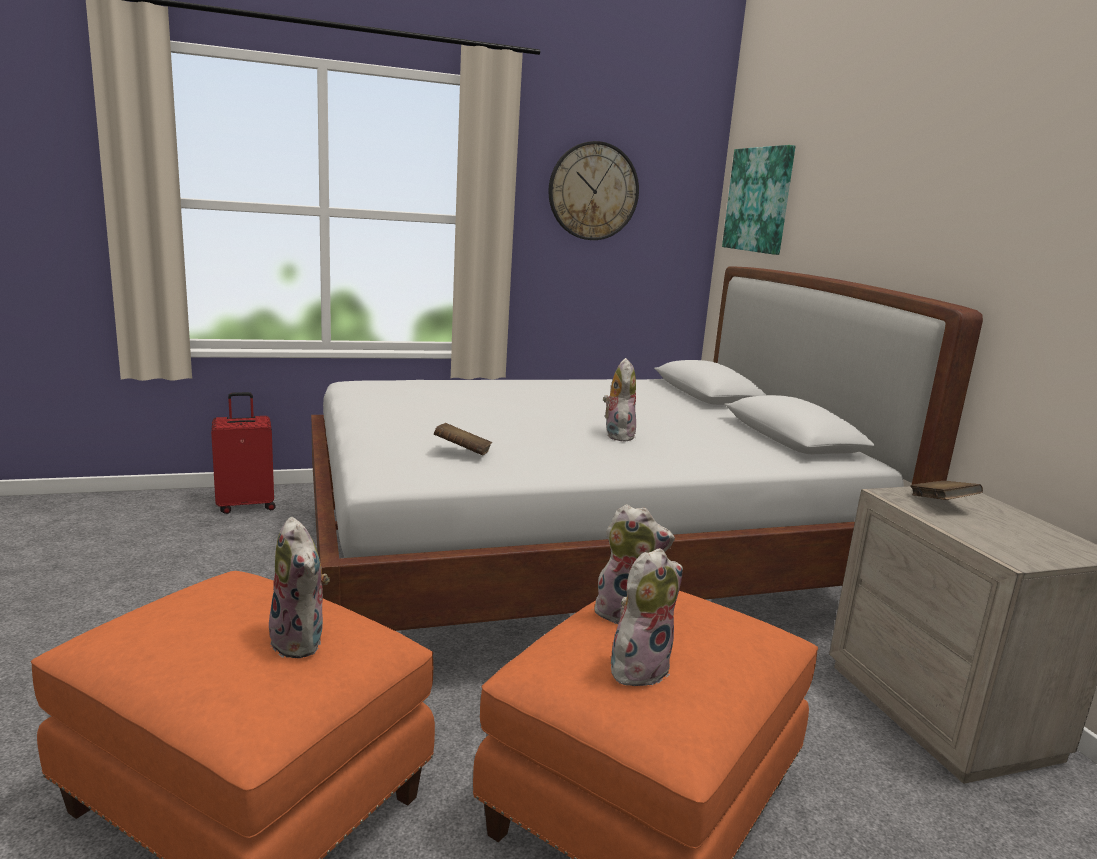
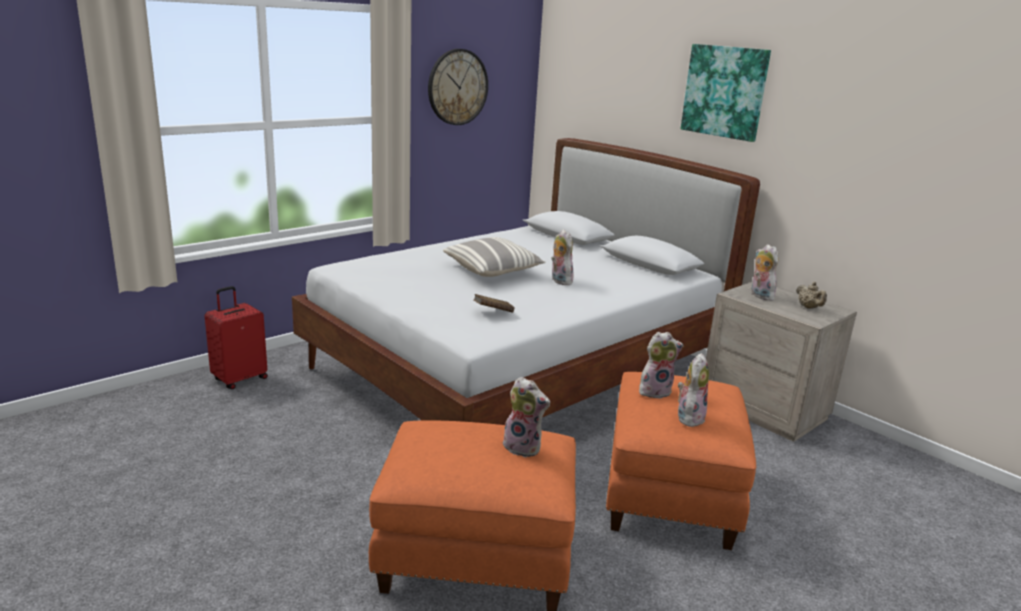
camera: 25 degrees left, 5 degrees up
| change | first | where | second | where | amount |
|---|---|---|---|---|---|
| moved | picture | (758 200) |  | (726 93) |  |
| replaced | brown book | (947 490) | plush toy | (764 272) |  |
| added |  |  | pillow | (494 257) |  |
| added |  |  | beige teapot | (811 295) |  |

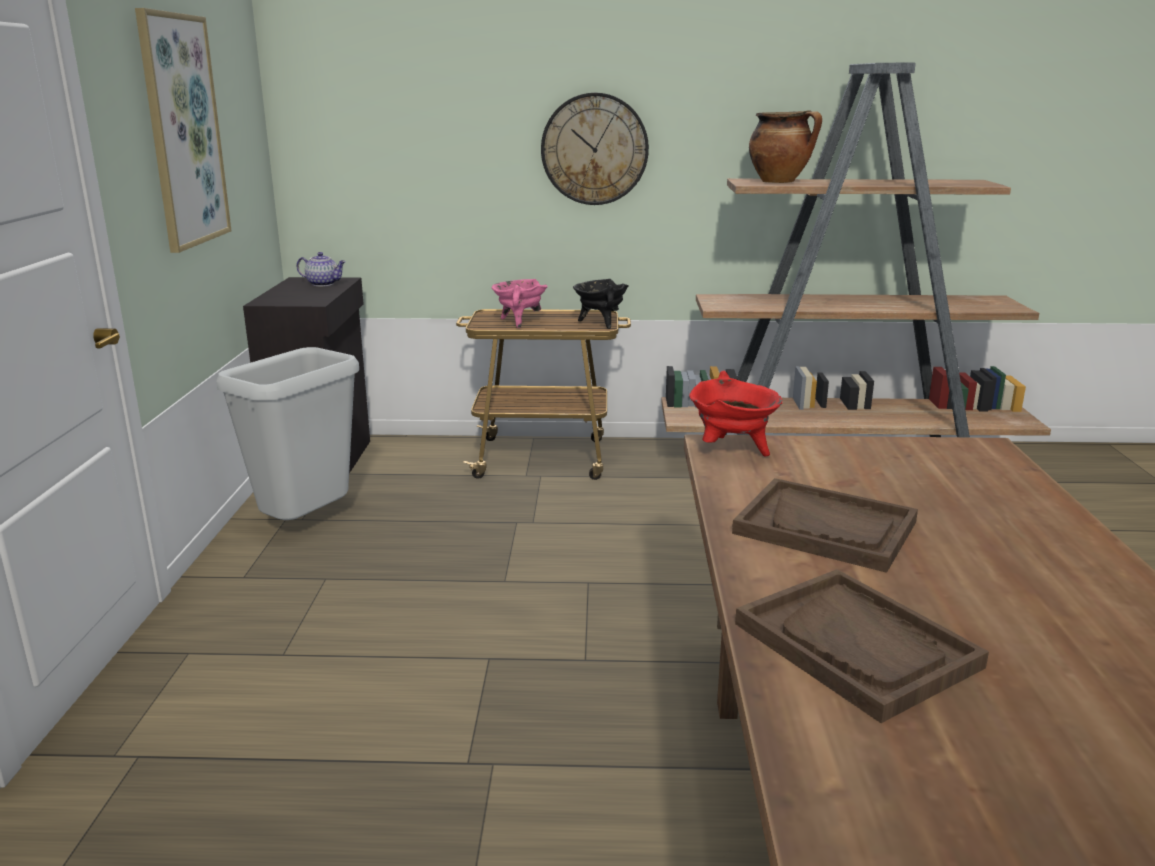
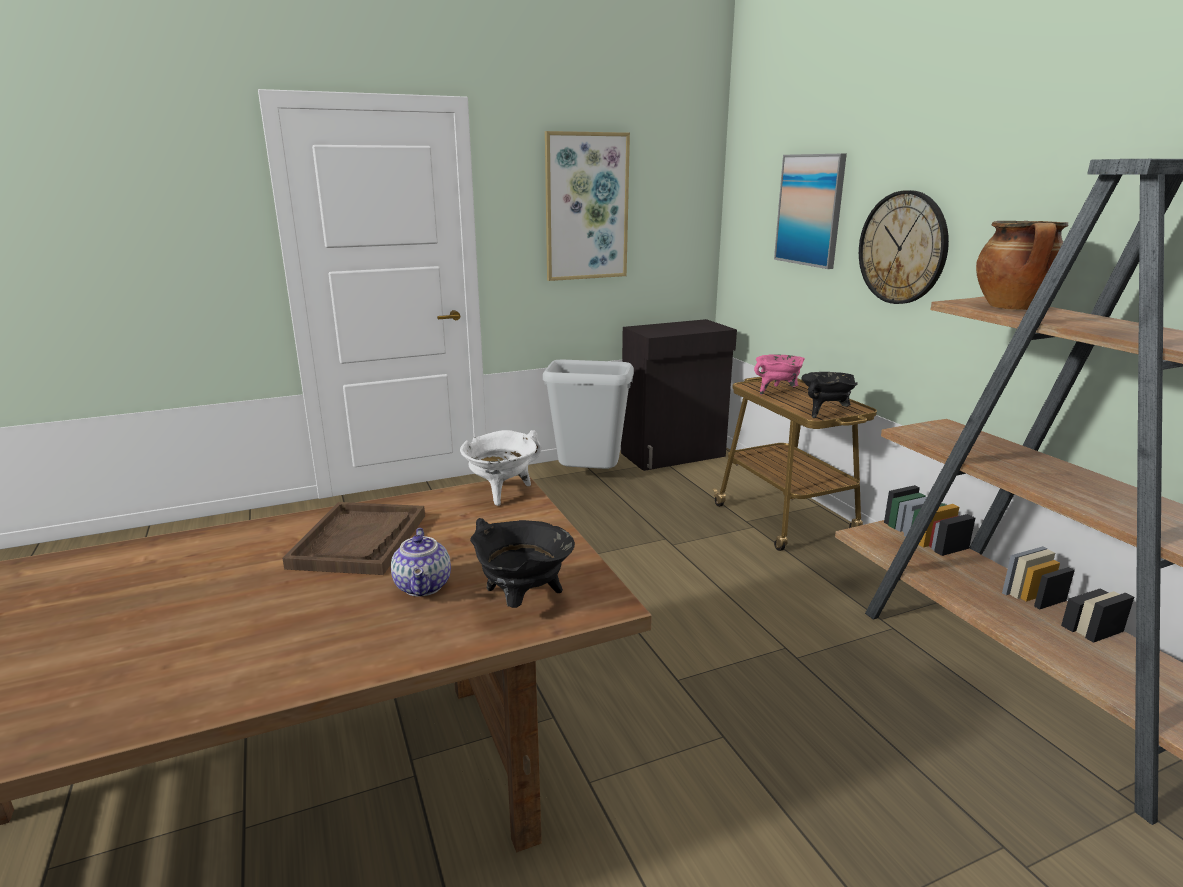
camera: 65 degrees right, 0 degrees up
| change | first | where | second | where | amount |
|---|---|---|---|---|---|
| moved | teapot | (321 269) |  | (421 562) |  |
| recoloured | red cooking pot | (735 413) | white cooking pot | (500 468) |  |
| removed | brown tray | (862 646) |  |  |  |
| added |  |  | black cooking pot | (522 563) |  |
| added |  |  | picture | (810 211) |  |

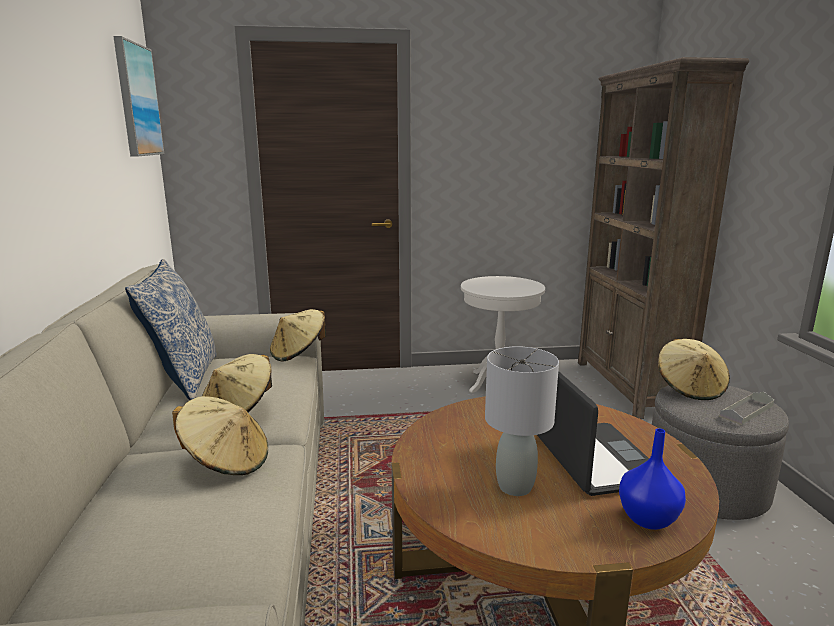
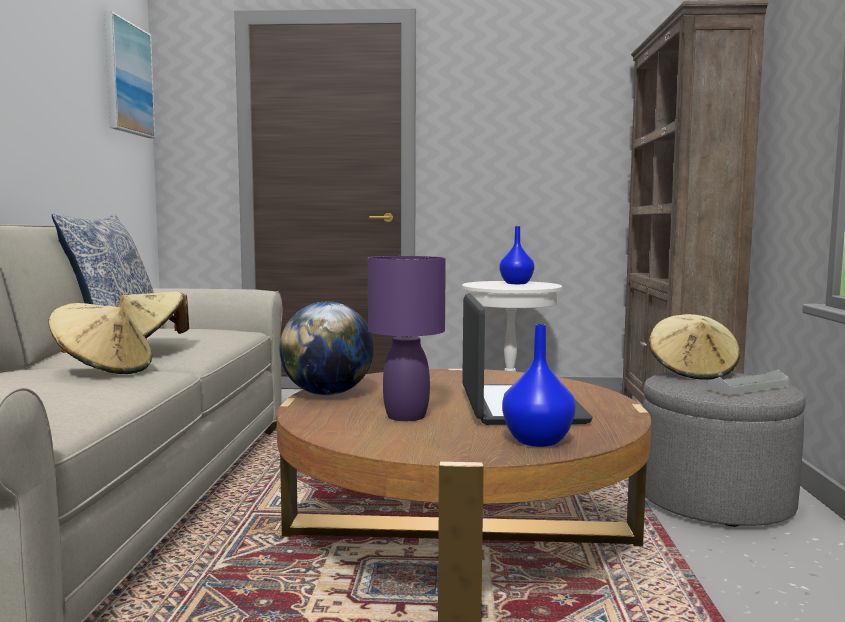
camera: 10 degrees right, 10 degrees down
| change | first | where | second | where | amount |
|---|---|---|---|---|---|
| removed | beige hat | (298 335) |  |  |  |
| recoloured | grey table lamp | (522 421) | purple table lamp | (407 338) |  |
| added |  |  | globe | (326 348) |  |
| added |  |  | blue vase | (517 255) |  |

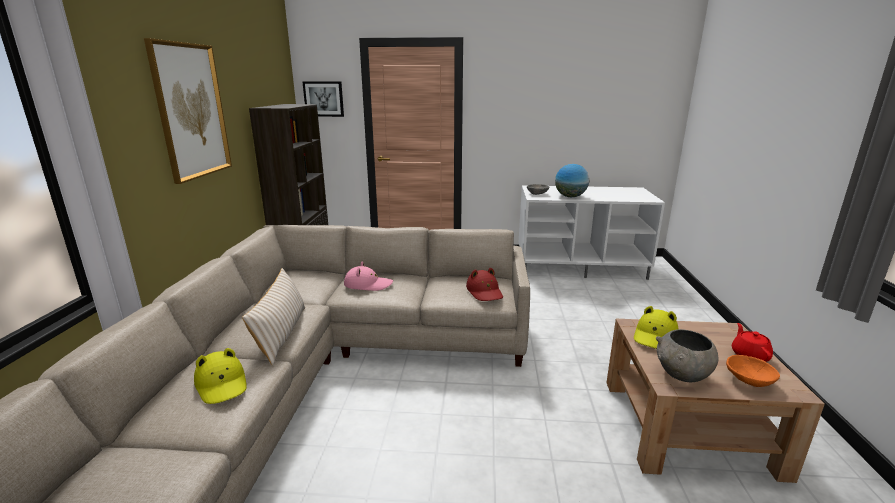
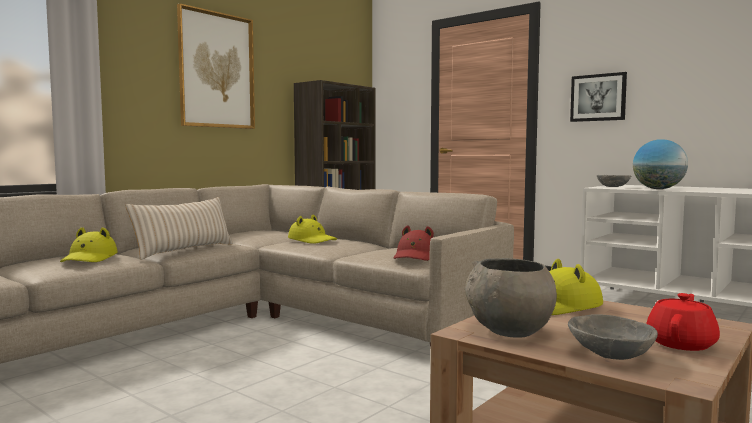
camera: 35 degrees right, 15 degrees down
| change | first | where | second | where | amount |
|---|---|---|---|---|---|
| moved | picture | (323 99) |  | (598 97) |  |
| recoloured | pink hat | (368 276) | yellow hat | (312 229) |  |
| recoloured | orange bowl | (753 371) | grey bowl | (613 337) |  |

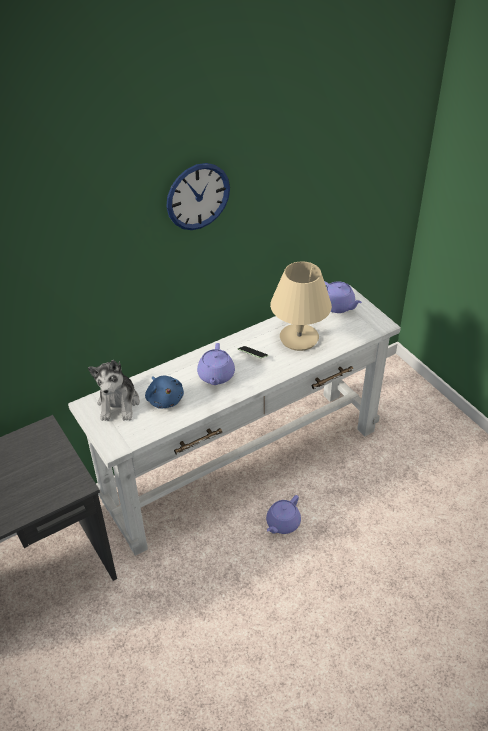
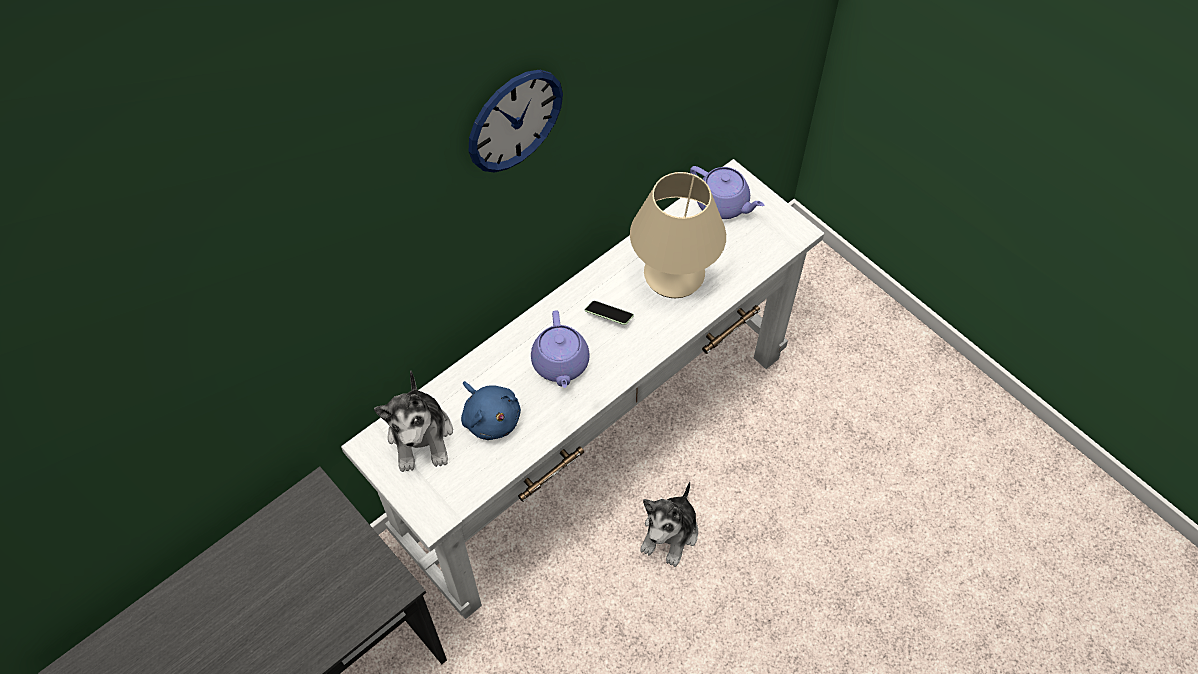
camera: 10 degrees left, 15 degrees up
| change | first | where | second | where | amount |
|---|---|---|---|---|---|
| replaced | purple teapot | (283 514) | plush toy | (669 524) |  |

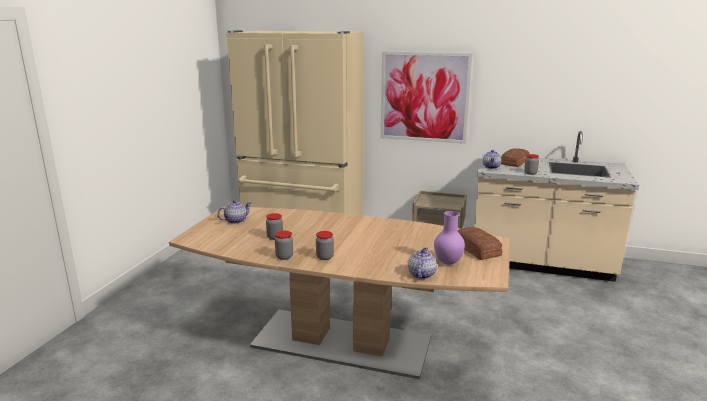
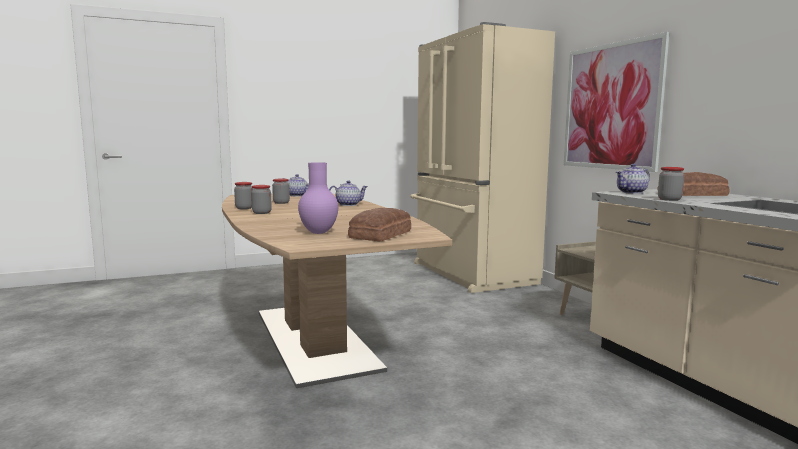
camera: 50 degrees right, 10 degrees down
| change | first | where | second | where | amount |
|---|---|---|---|---|---|
| moved | teapot | (422 263) |  | (348 193) |  |

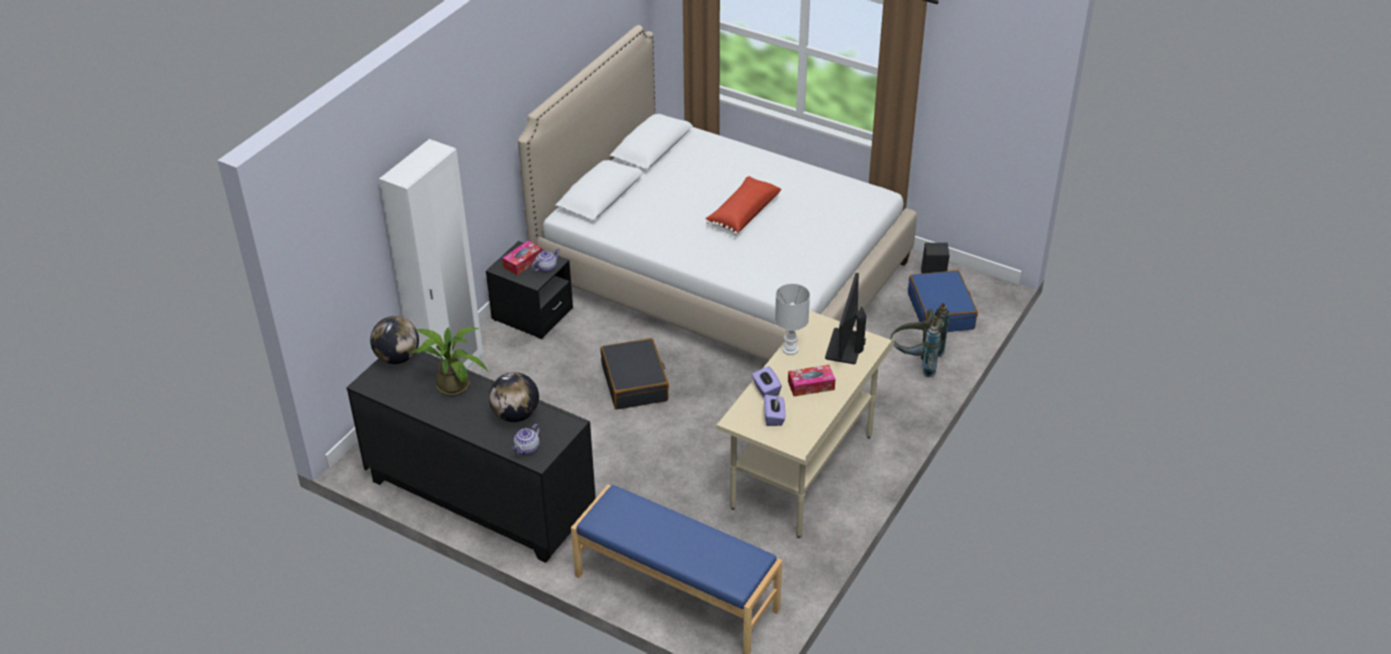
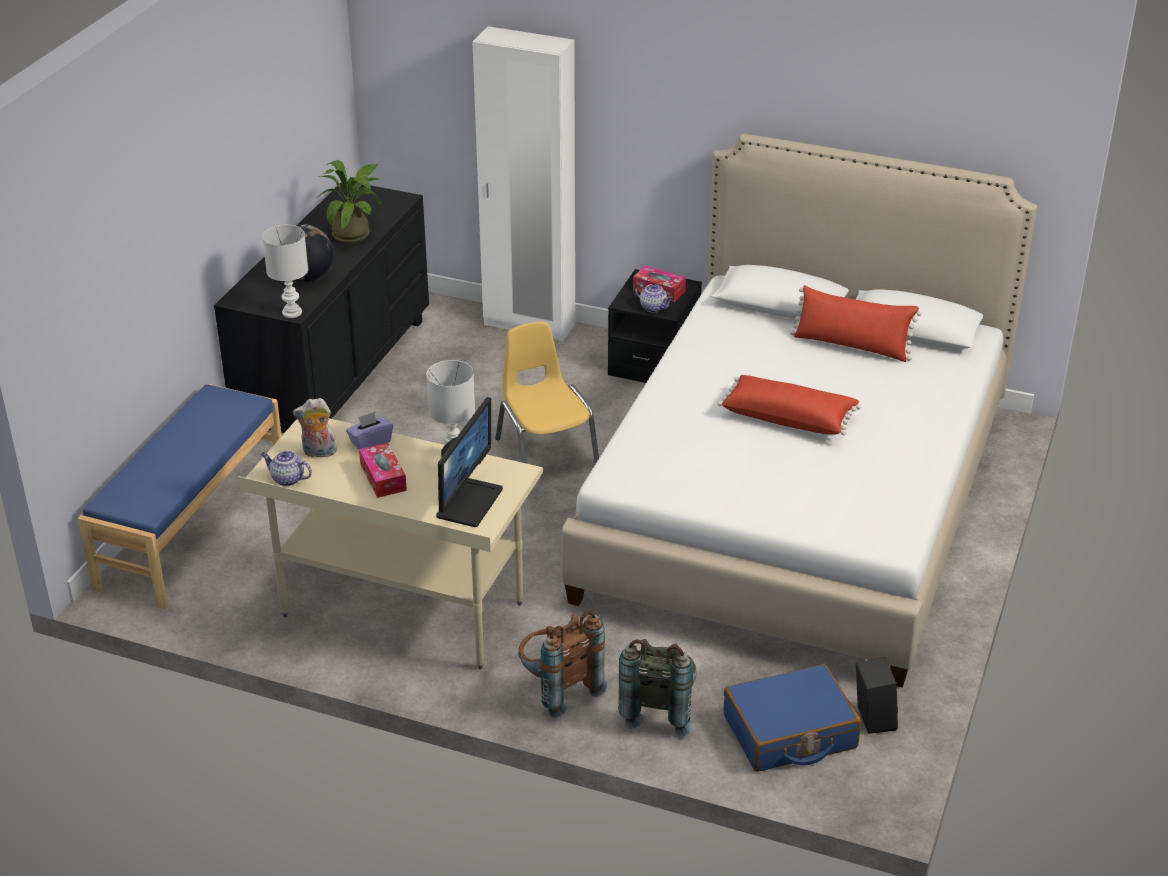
camera: 80 degrees right, 5 degrees down
| change | first | where | second | where | amount |
|---|---|---|---|---|---|
| removed | globe | (394 340) |  |  |  |
| moved | teapot | (526 439) |  | (286 468) |  |
| replaced | black suitcase | (634 374) | yellow chair | (547 393) |  |
| replaced | purple tissue box | (774 410) | plush toy | (315 427) |  |
| turned | monitor | (845 318) |  | (469 462) | 105 degrees clockwise |
| added |  |  | white table lamp | (285 271) |  |
| added |  |  | brown backpack | (562 664) |  |
| added |  |  | red pillow | (856 323) |  |

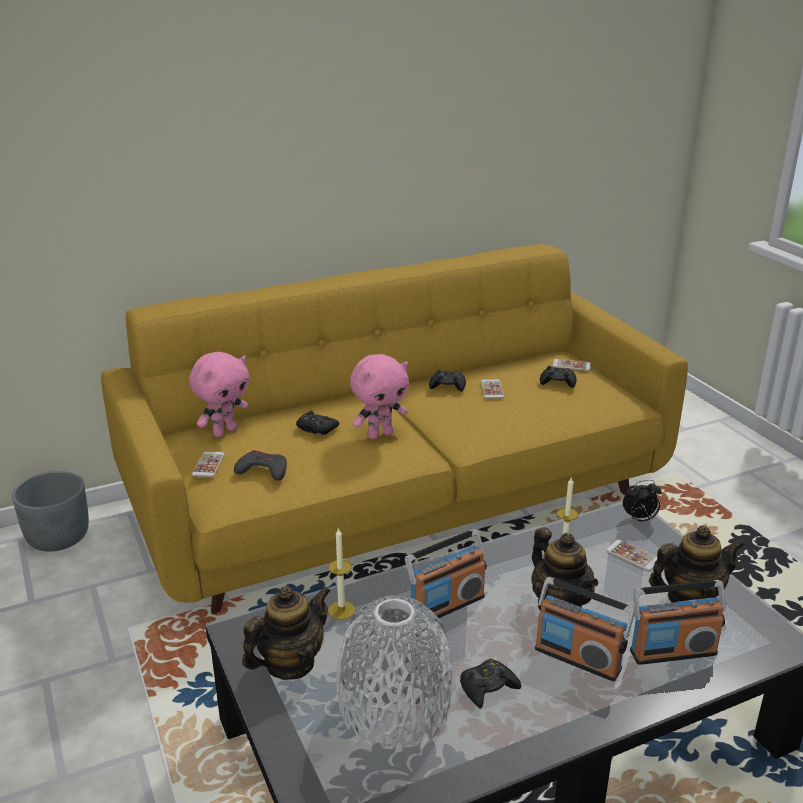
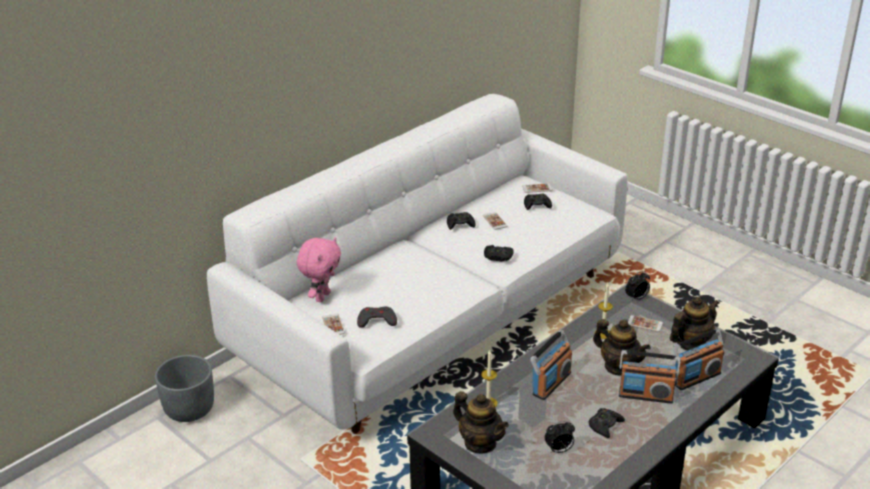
camera: 20 degrees left, 5 degrees up
| change | first | where | second | where | amount |
|---|---|---|---|---|---|
| recoloured | yellow sofa | (394 429) | white sofa | (417 264) |  |
| turned | teapot | (286 633) |  | (481 422) | 105 degrees clockwise |
| moved | black game controller | (317 423) |  | (499 253) |  |
| replaced | grey vase | (394 672) | alarm clock | (560 437) |  |
| removed | pink plush toy | (379 396) |  |  |  |

